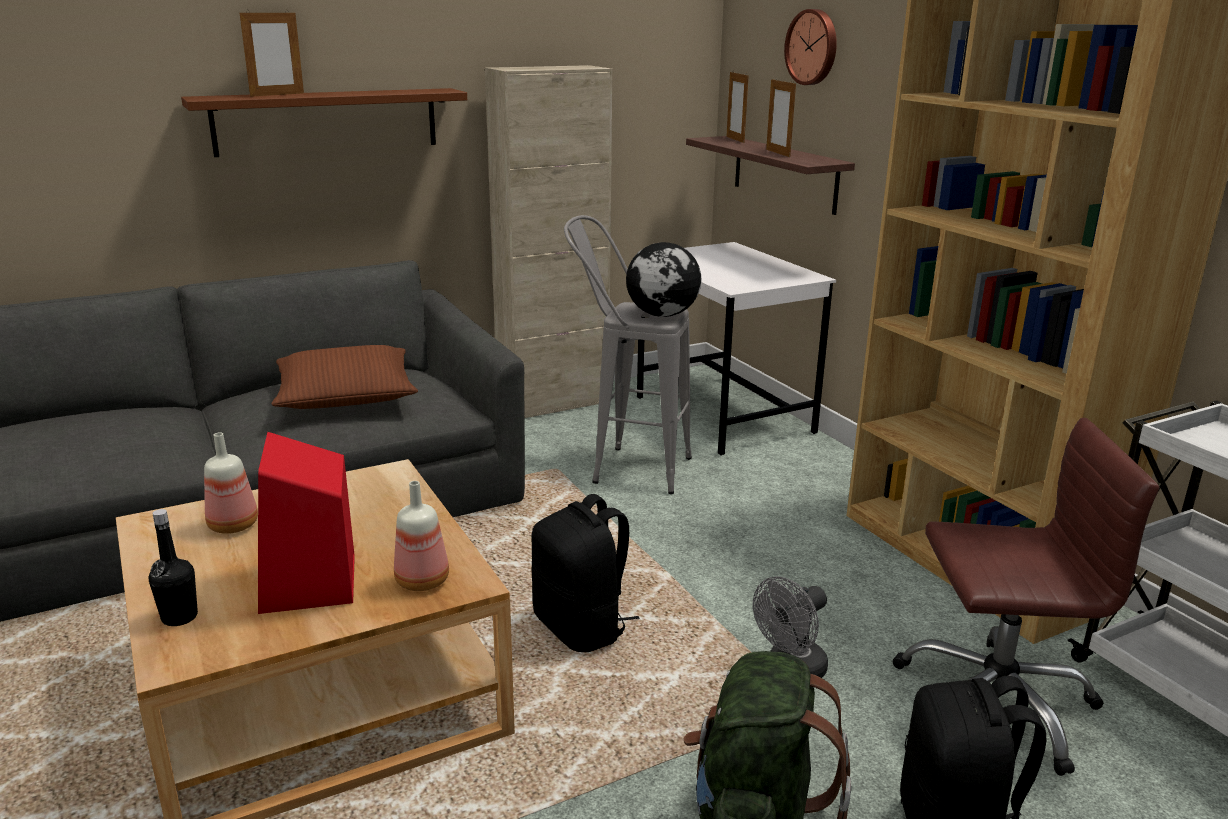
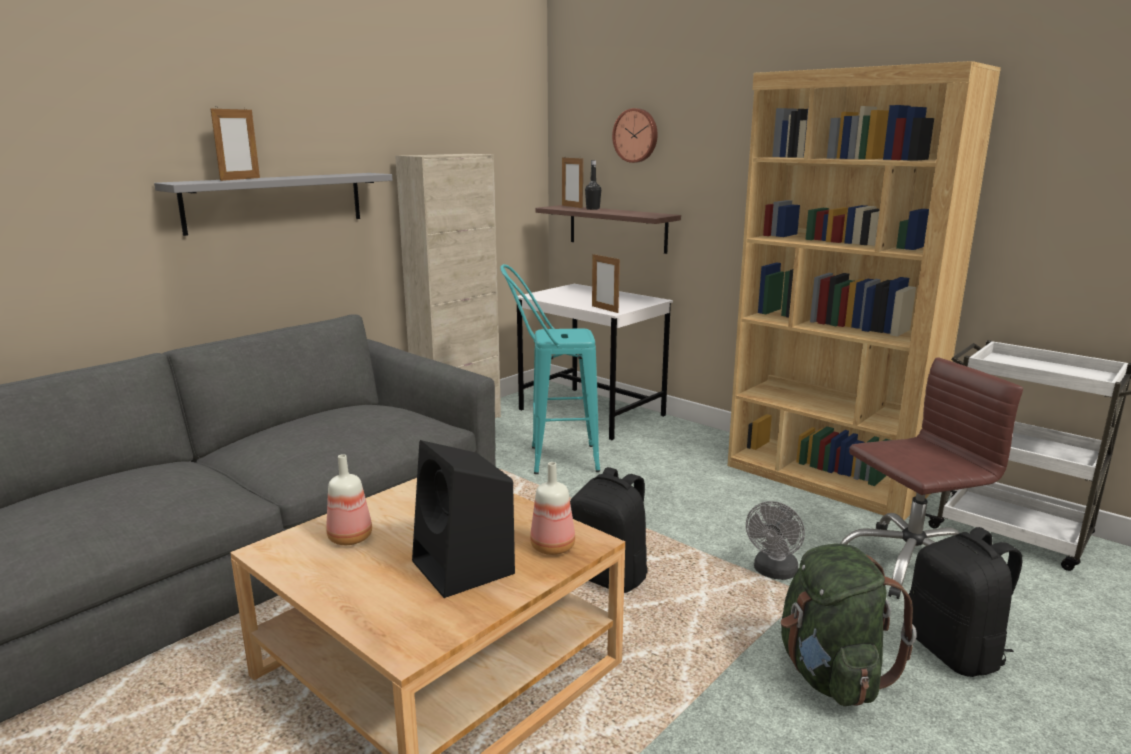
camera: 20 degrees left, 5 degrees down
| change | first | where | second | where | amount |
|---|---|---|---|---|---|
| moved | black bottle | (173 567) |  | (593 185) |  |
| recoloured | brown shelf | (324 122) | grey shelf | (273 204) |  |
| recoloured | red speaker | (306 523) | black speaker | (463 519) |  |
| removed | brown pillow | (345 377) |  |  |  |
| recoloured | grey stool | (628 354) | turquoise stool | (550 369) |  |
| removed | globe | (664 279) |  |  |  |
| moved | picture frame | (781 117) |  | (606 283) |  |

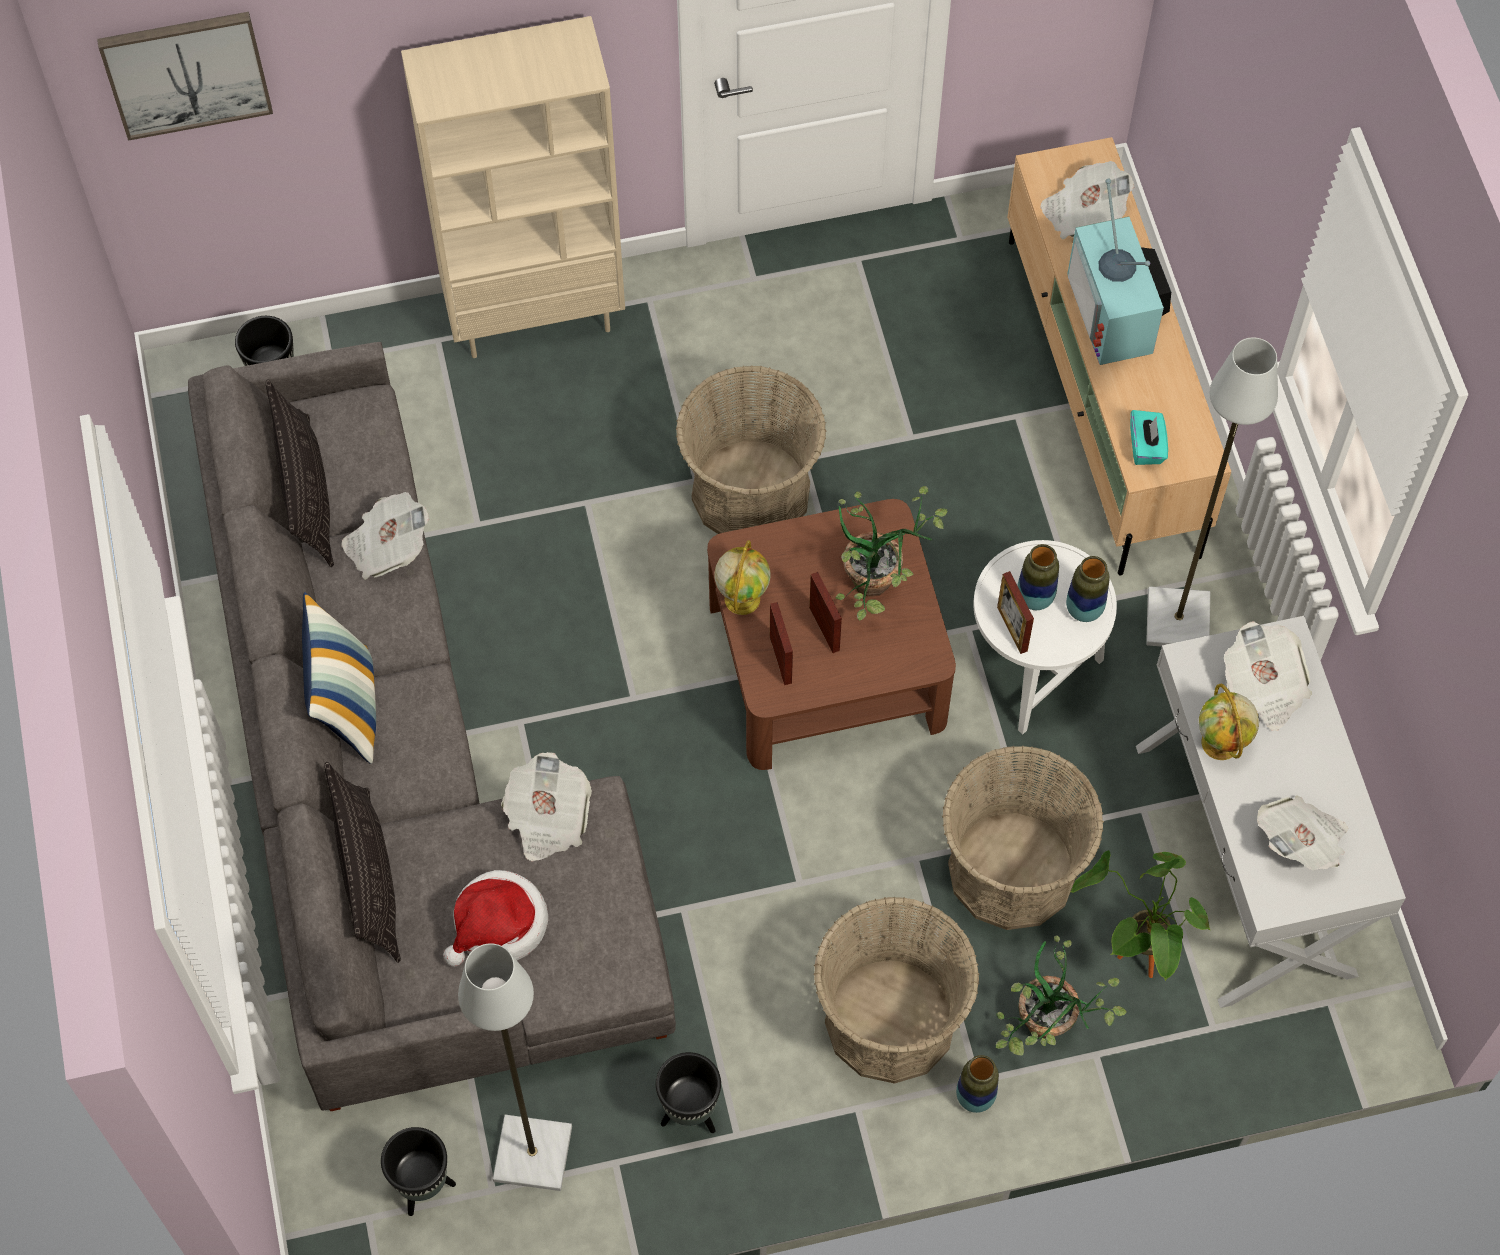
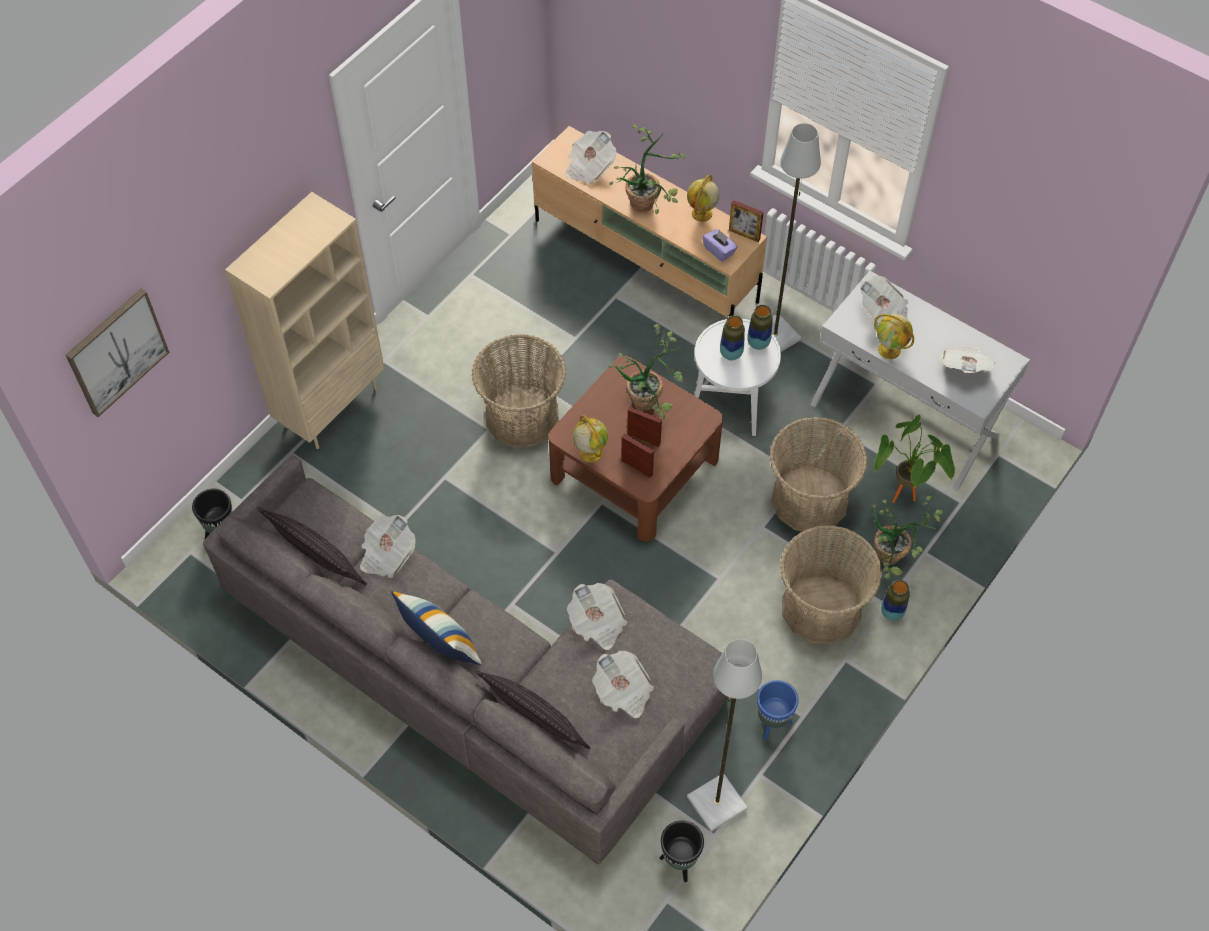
camera: 40 degrees left, 5 degrees down
| change | first | where | second | where | amount |
|---|---|---|---|---|---|
| replaced | hat | (495 918) | newspaper | (623 685) |  |
| recoloured | black planter | (688 1092) | blue planter | (778 710) |  |
| moved | picture frame | (1015 612) |  | (746 221) |  |
| replaced | television | (1119 271) | potted plant | (647 169) |  |
| recoloured | turquoise tissue box | (1149 437) | purple tissue box | (720 245) |  |
| added |  |  | globe | (703 198) |  |

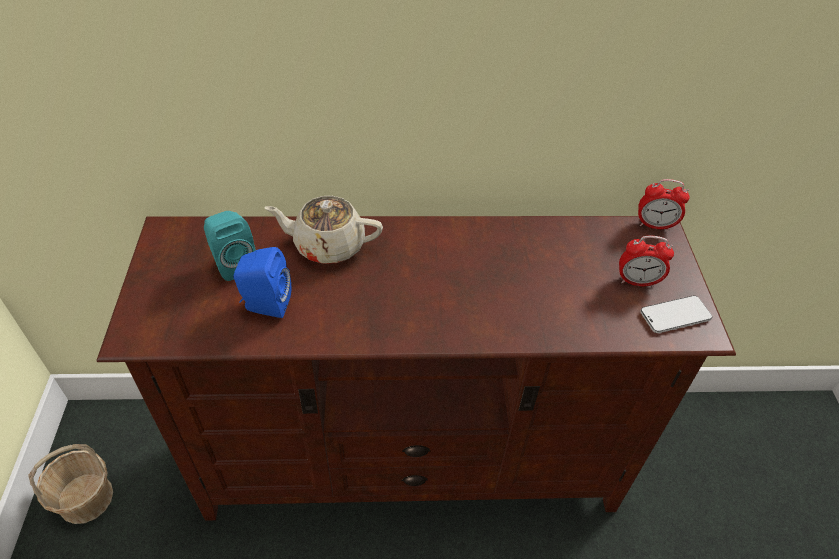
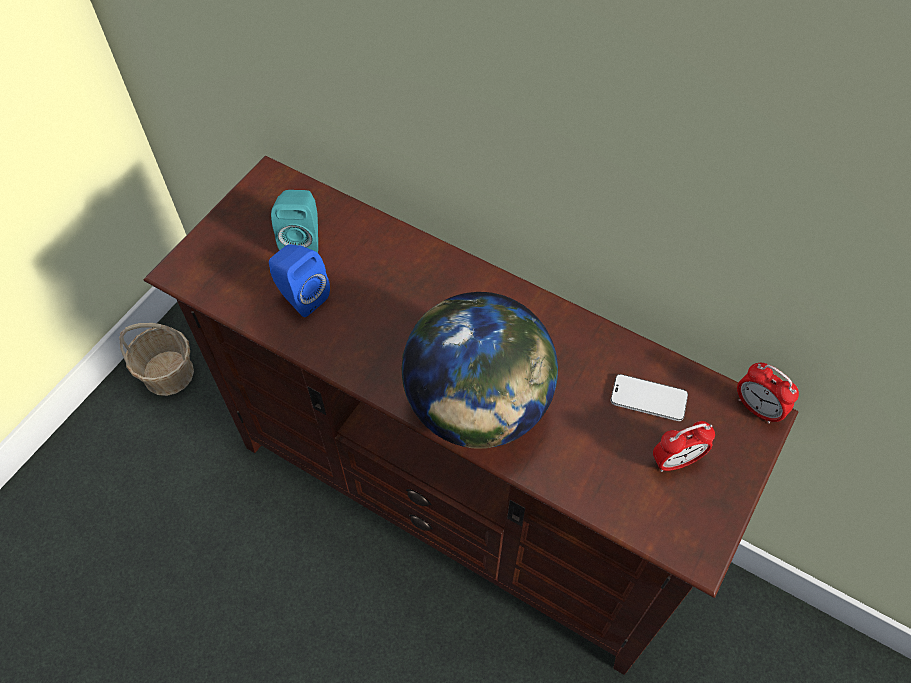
camera: 35 degrees right, 10 degrees up
| change | first | where | second | where | amount |
|---|---|---|---|---|---|
| removed | beige teapot | (323 230) |  |  |  |
| turned | alarm clock | (646 261) |  | (684 446) | 60 degrees counterclockwise |
| moved | phone | (676 314) |  | (649 397) |  |
| added |  |  | globe | (480 370) |  |

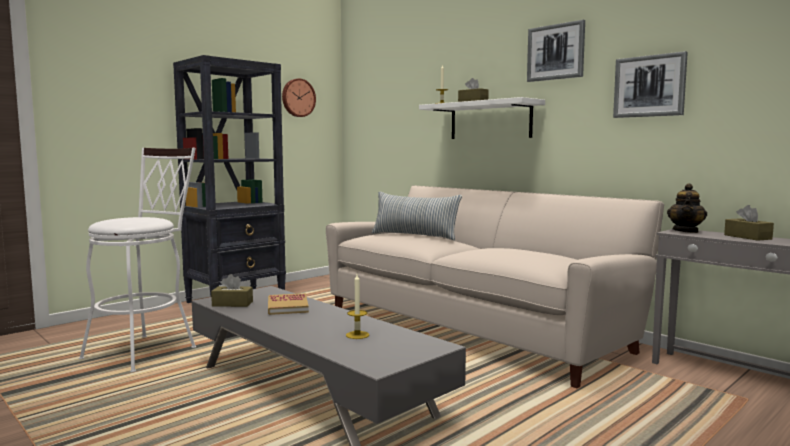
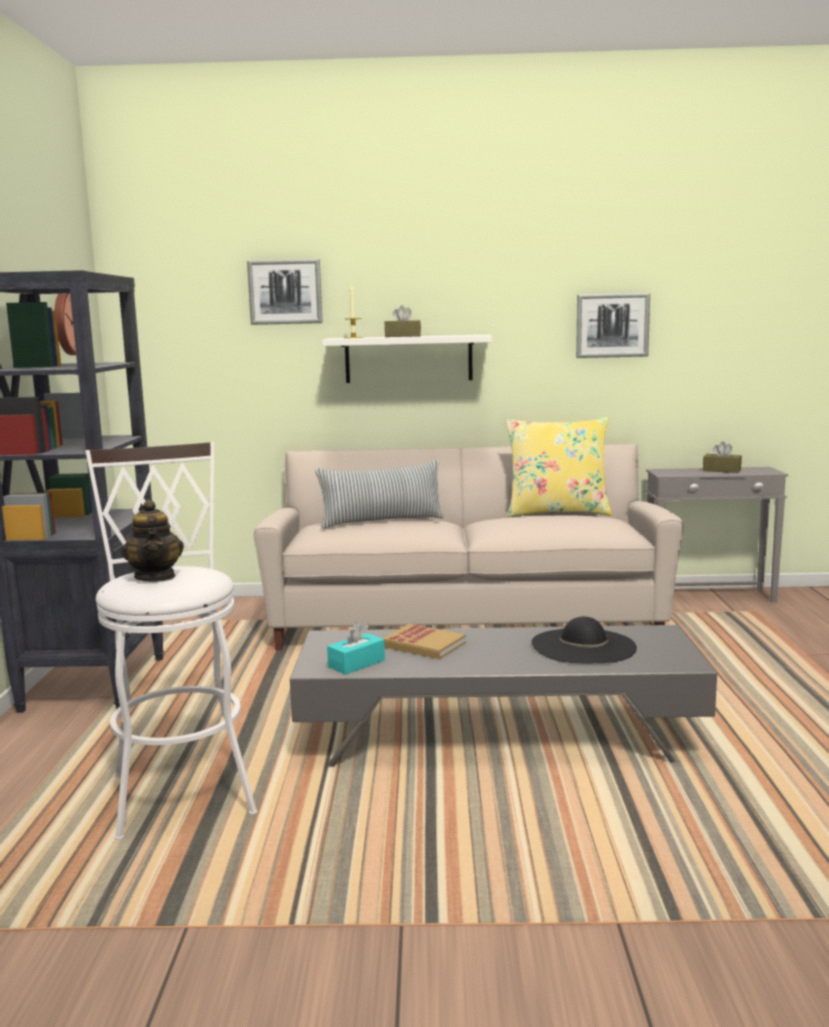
camera: 45 degrees left, 5 degrees up
| change | first | where | second | where | amount |
|---|---|---|---|---|---|
| recoloured | brown tissue box | (232 290) | turquoise tissue box | (356 648) |  |
| replaced | candle | (357 306) | black hat | (584 639) |  |
| moved | picture | (556 51) |  | (285 292) |  |
| moved | teapot | (687 208) |  | (152 541) |  |
| added |  |  | yellow pillow | (558 467) |  |

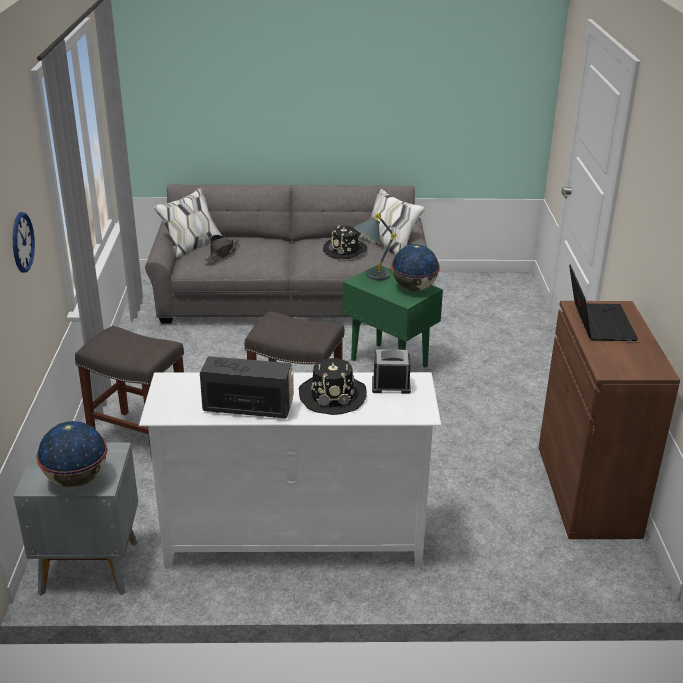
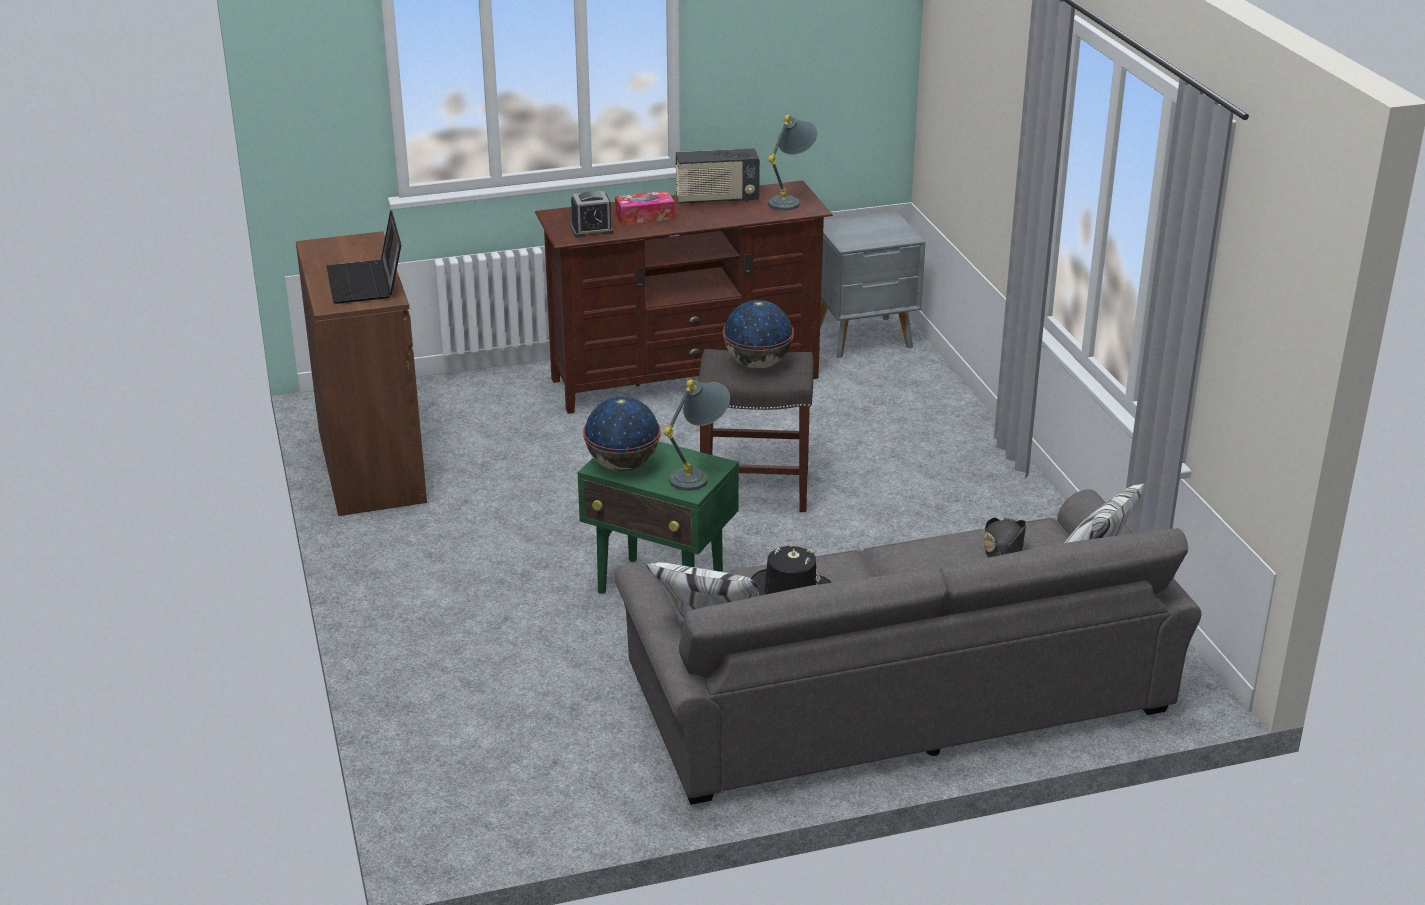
camera: 165 degrees right, 0 degrees up
| change | first | where | second | where | amount |
|---|---|---|---|---|---|
| removed | wall clock | (24 242) |  |  |  |
| moved | globe | (71 454) |  | (758 334) |  |
| removed | grey stool | (129 392) |  |  |  |
| recoloured | white tv stand | (290 470) | brown tv stand | (684 297) |  |
| replaced | black hat | (333 386) | tissue box | (645 208) |  |
| added |  |  | grey table lamp | (793 163) |  |

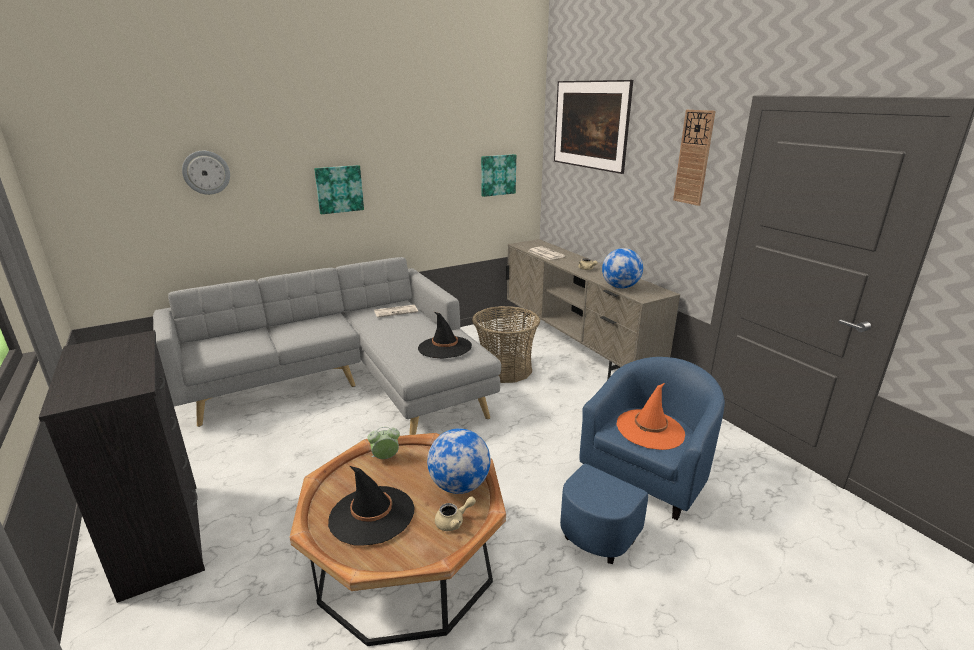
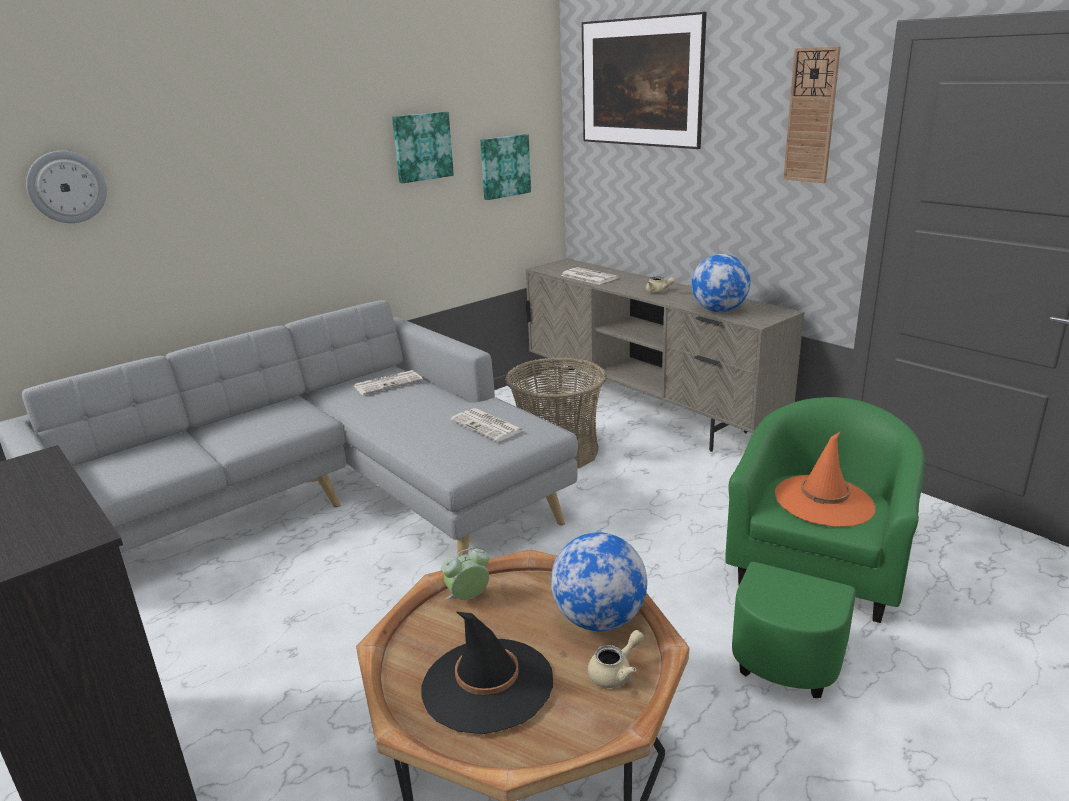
camera: 10 degrees left, 0 degrees up
| change | first | where | second | where | amount |
|---|---|---|---|---|---|
| moved | picture | (339 189) |  | (423 147) |  |
| replaced | black hat | (445 335) | newspaper | (488 425) |  |
| recoloured | blue armchair | (642 460) | green armchair | (825 547) |  |

